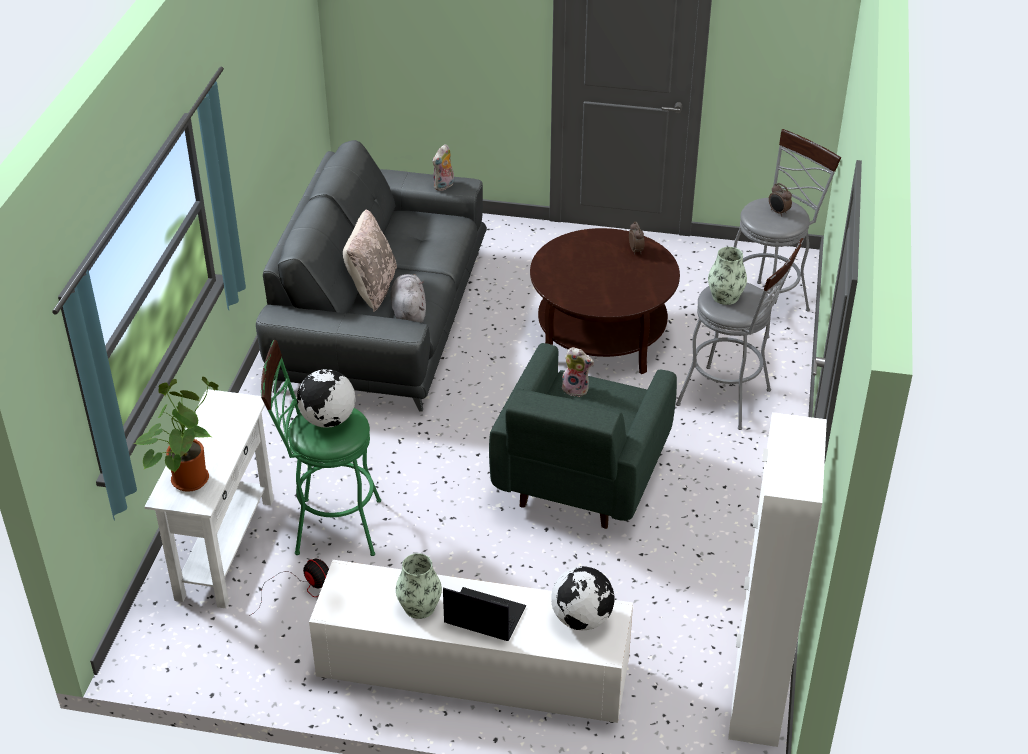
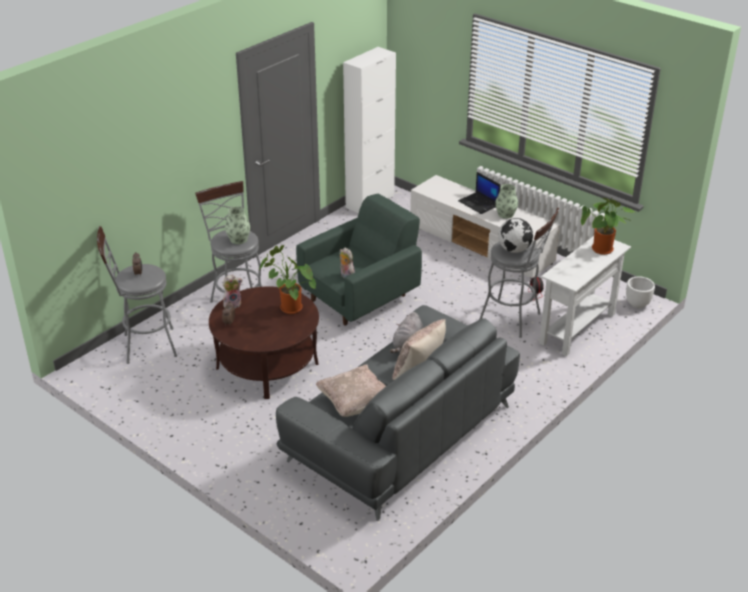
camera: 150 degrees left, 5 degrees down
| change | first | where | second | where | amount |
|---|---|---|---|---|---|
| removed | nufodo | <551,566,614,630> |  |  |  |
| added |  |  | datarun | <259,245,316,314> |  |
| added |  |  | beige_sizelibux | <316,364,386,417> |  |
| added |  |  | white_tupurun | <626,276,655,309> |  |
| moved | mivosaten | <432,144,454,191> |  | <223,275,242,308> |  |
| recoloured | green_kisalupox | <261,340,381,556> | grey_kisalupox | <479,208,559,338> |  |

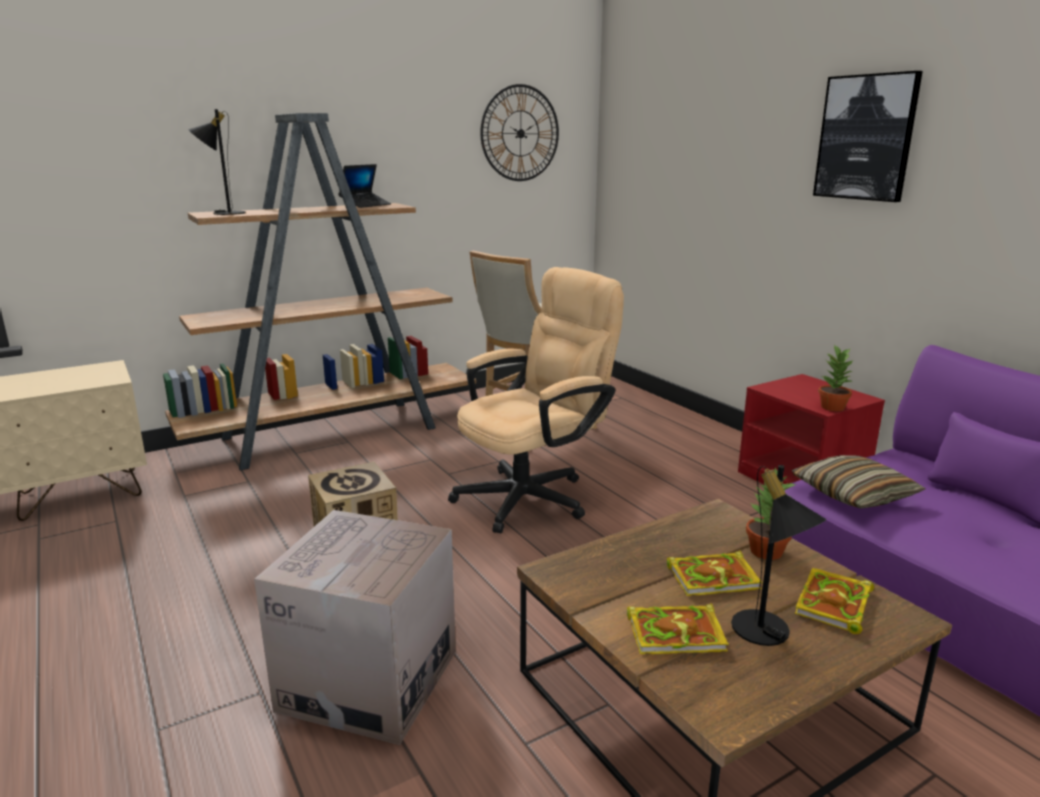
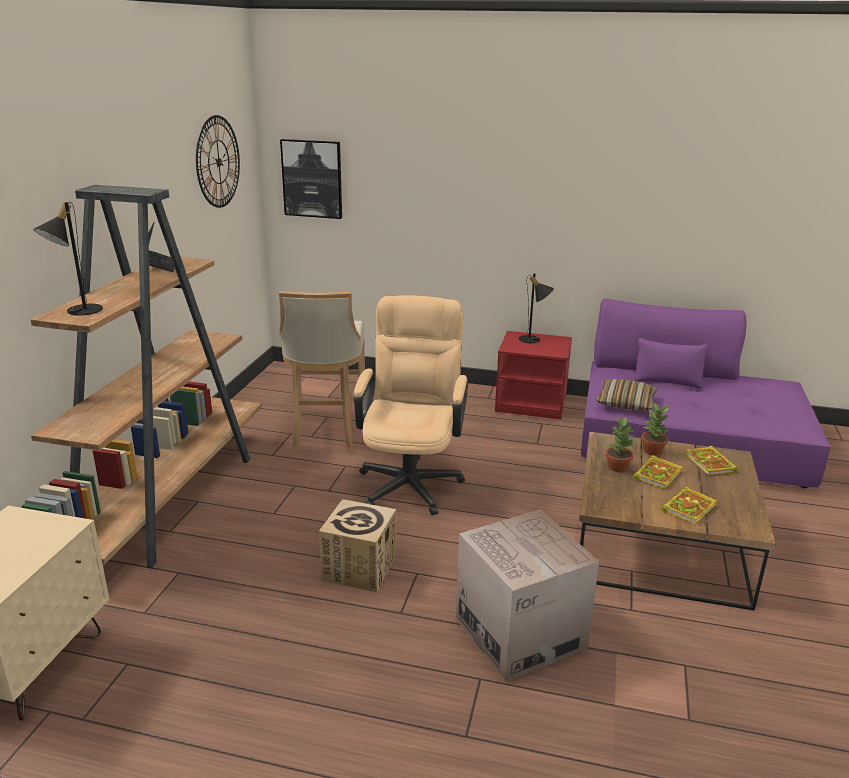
camera: 45 degrees left, 5 degrees up
| change | first | where | second | where | amount |
|---|---|---|---|---|---|
| moved | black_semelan | <731,465,827,646> |  | <519,273,554,343> |  |
| moved | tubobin | <813,71,923,202> |  | <280,139,342,219> |  |
| moved | datarun | <819,344,854,411> |  | <606,416,636,472> |  |

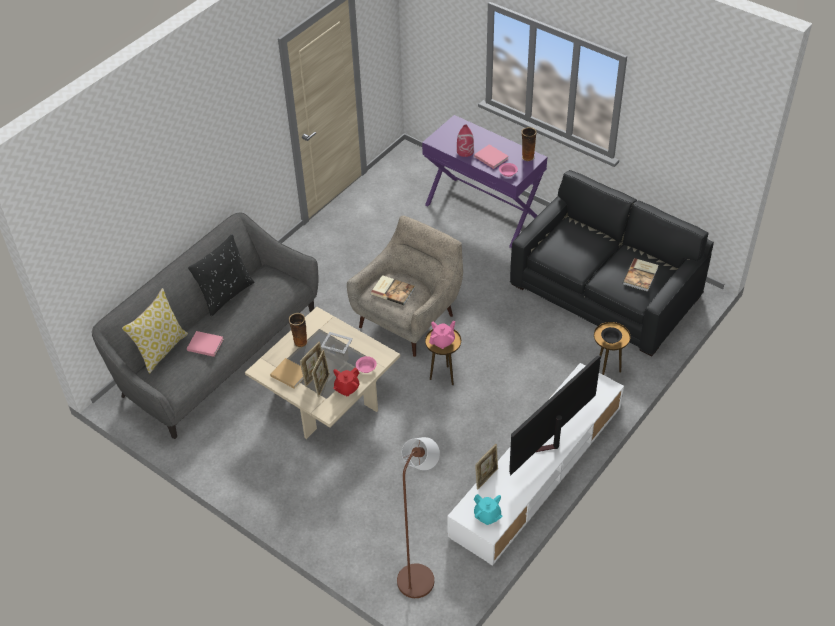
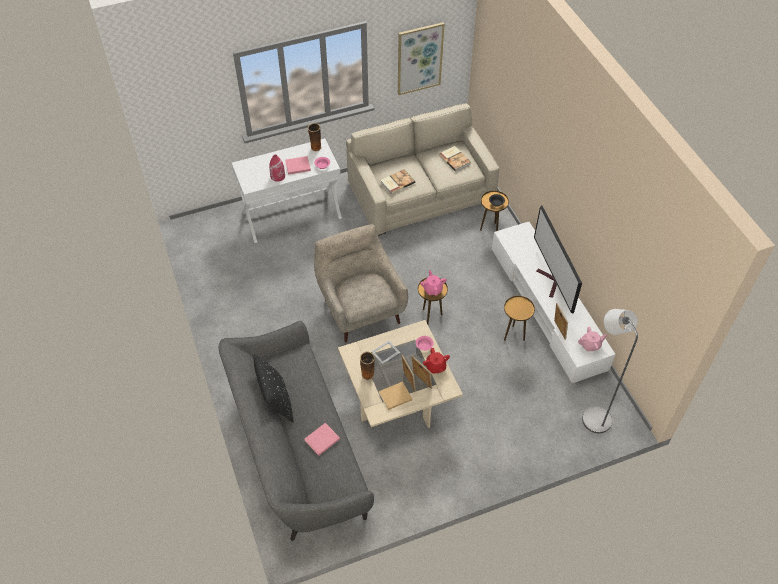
camera: 60 degrees left, 5 degrees up
| change | first | where | second | where | amount |
|---|---|---|---|---|---|
| removed | sizelibux | <122,288,188,373> |  |  |  |
| added |  |  | tubobin | <398,22,445,95> |  |
| added |  |  | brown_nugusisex | <504,296,535,341> |  |
| moved | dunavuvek | <371,275,415,305> |  | <381,169,415,194> |  |
| recoloured | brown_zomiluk | <397,437,440,598> | grey_zomiluk | <582,309,638,433> |  |
| recoloured | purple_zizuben | <422,115,547,248> | white_zizuben | <232,138,342,243> |  |
| recoloured | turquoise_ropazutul | <474,494,503,525> | pink_ropazutul | <578,327,607,351> |  |
| recoloured | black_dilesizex | <510,170,714,357> | beige_dilesizex | <346,103,500,235> |  |

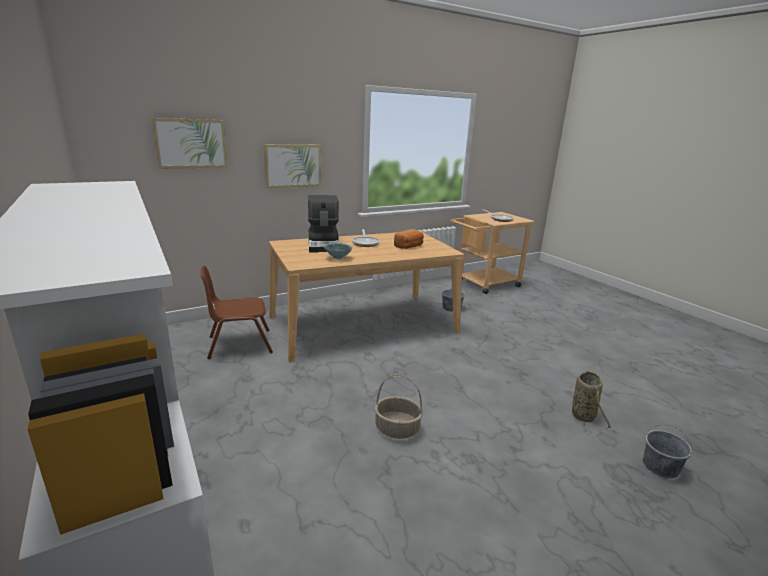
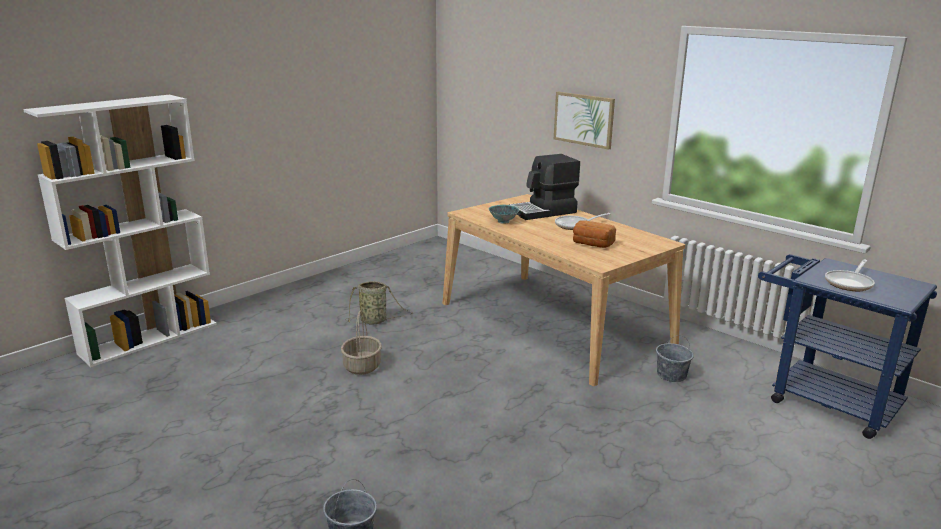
camera: 75 degrees right, 0 degrees up
| change | first | where | second | where | amount |
|---|---|---|---|---|---|
| removed | tubobin | <152,118,228,169> |  |  |  |
| removed | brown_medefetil | <201,266,273,359> |  |  |  |
| moved | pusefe | <569,371,611,432> |  | <345,281,413,324> |  |
| recoloured | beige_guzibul | <451,212,535,294> | blue_guzibul | <758,254,937,439> |  |

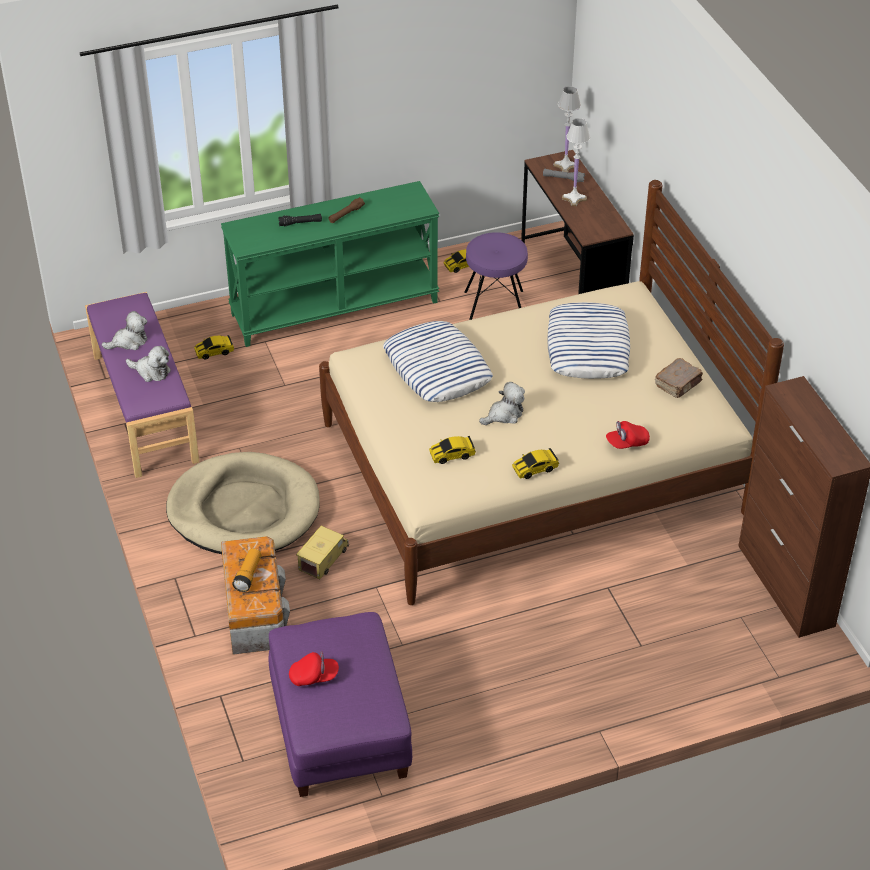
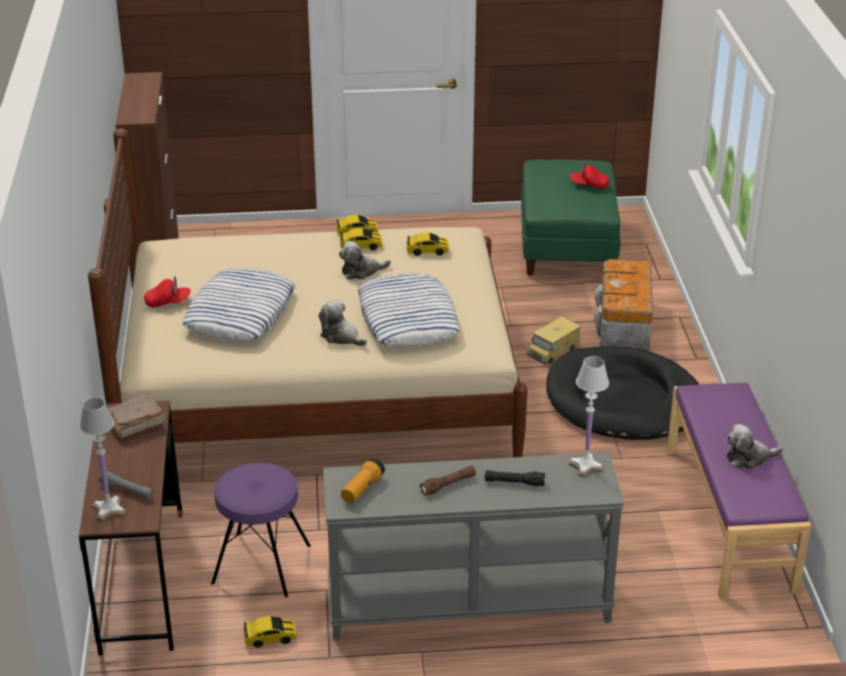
camera: 165 degrees left, 10 degrees down
| change | first | where | second | where | amount |
|---|---|---|---|---|---|
| moved | mivosaten | <126,346,171,382> |  | <319,300,367,346> |  |
| moved | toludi | <194,335,234,360> |  | <340,228,382,251> |  |
| moved | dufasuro | <232,548,261,592> |  | <341,457,385,503> |  |
| moved | white_semelan | <562,118,590,206> |  | <569,356,609,477> |  |
| moved | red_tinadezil | <606,421,650,449> |  | <144,276,190,308> |  |
| moved | brown_dunavuvek | <655,358,703,398> |  | <108,394,164,439> |  |
| recoloured | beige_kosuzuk | <166,452,320,554> | black_kosuzuk | <547,346,700,440> |  |
| recoloured | green_zizuben | <221,181,439,347> | grey_zizuben | <323,452,625,640> |  |
| recoloured | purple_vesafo | <269,612,412,797> | green_vesafo | <521,160,621,276> |  |

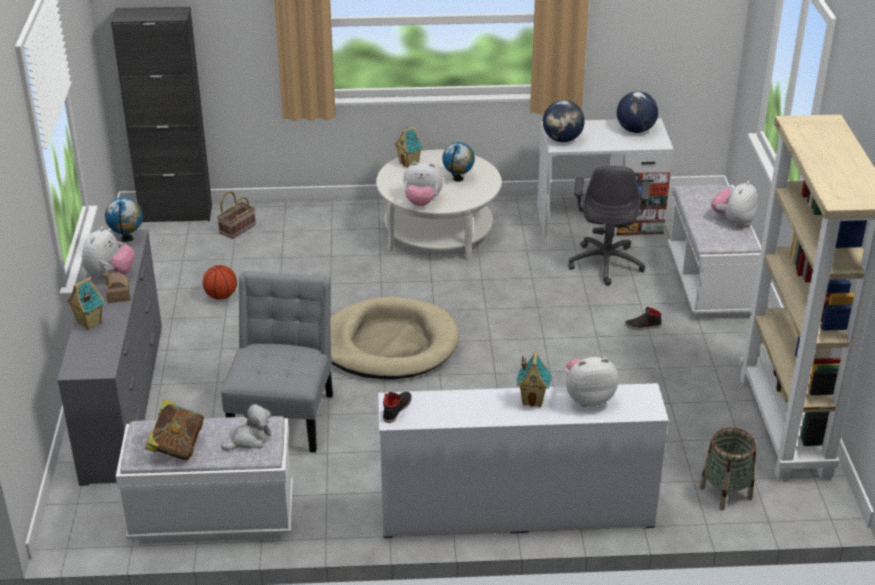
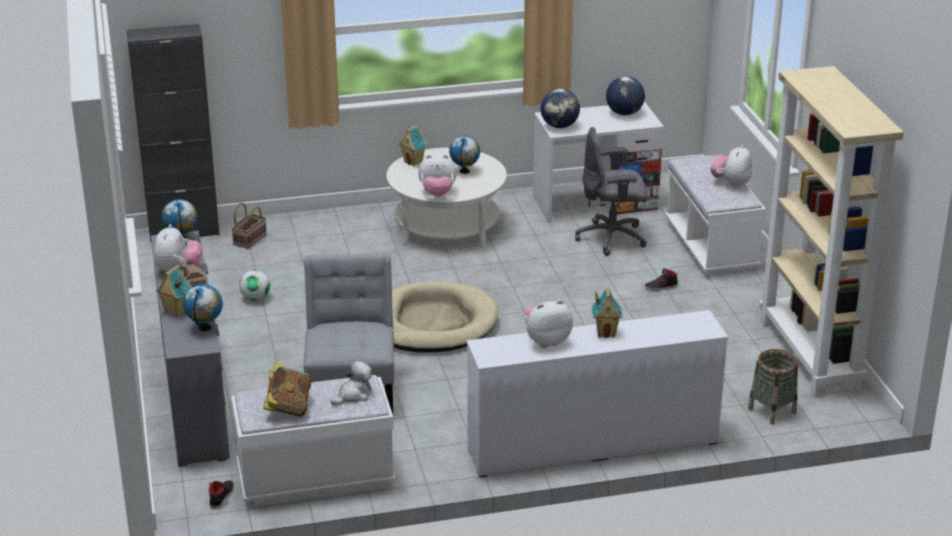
camera: 10 degrees left, 5 degrees down
| change | first | where | second | where | amount |
|---|---|---|---|---|---|
| added |  |  | nufodo | <183,284,223,331> |  |
| moved | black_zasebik | <383,392,412,423> |  | <209,480,234,509> |  |
| moved | mivosaten | <566,357,618,407> |  | <524,300,573,348> |  |
| replaced | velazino | <203,265,237,300> | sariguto | <239,270,270,301> |  |
| turned | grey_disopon | <568,165,651,286> |  | <575,127,647,256> | 90 degrees clockwise |

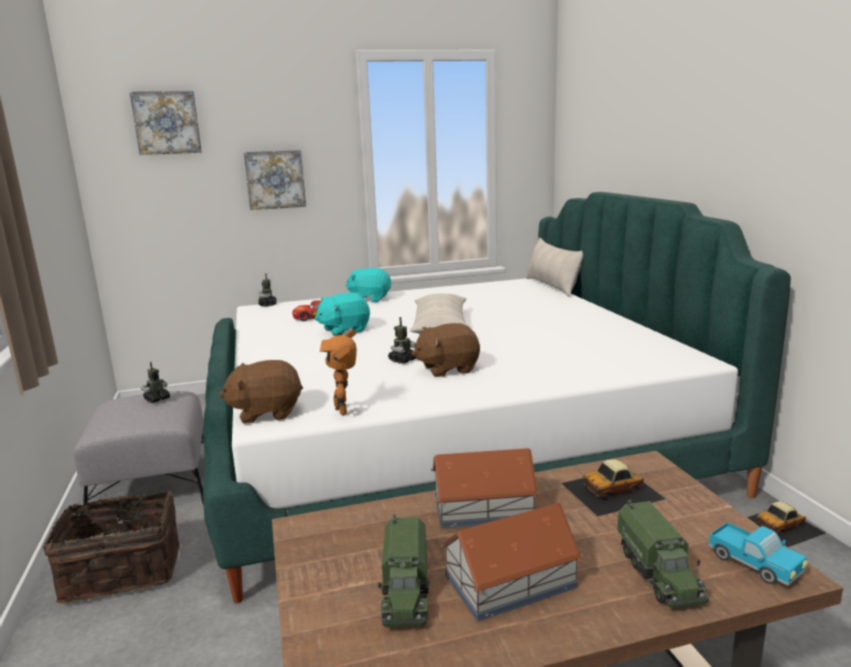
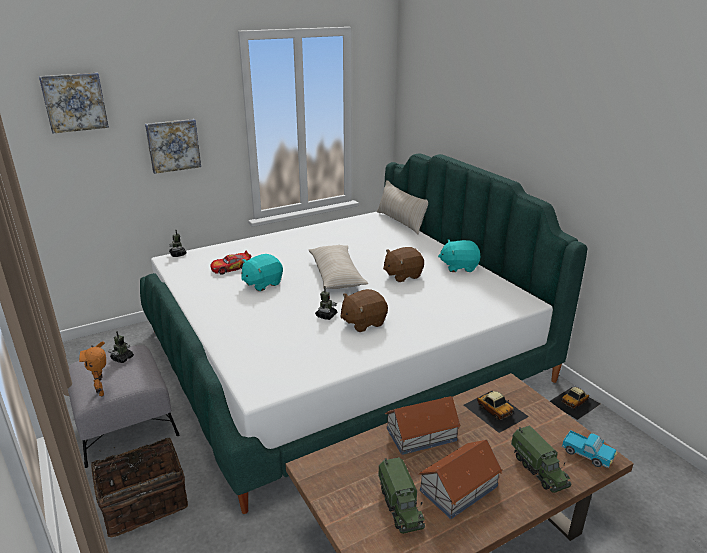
camera: 15 degrees left, 10 degrees up
| change | first | where | second | where | amount |
|---|---|---|---|---|---|
| moved | brown_mivosaten | <219,360,303,424> |  | <383,247,424,282> |  |
| moved | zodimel | <320,330,357,415> |  | <79,341,106,396> |  |
| moved | turquoise_mivosaten | <346,268,391,302> |  | <438,240,480,272> |  |
| turned | toludi | <561,459,666,516> |  | <464,391,529,433> | 90 degrees counterclockwise |

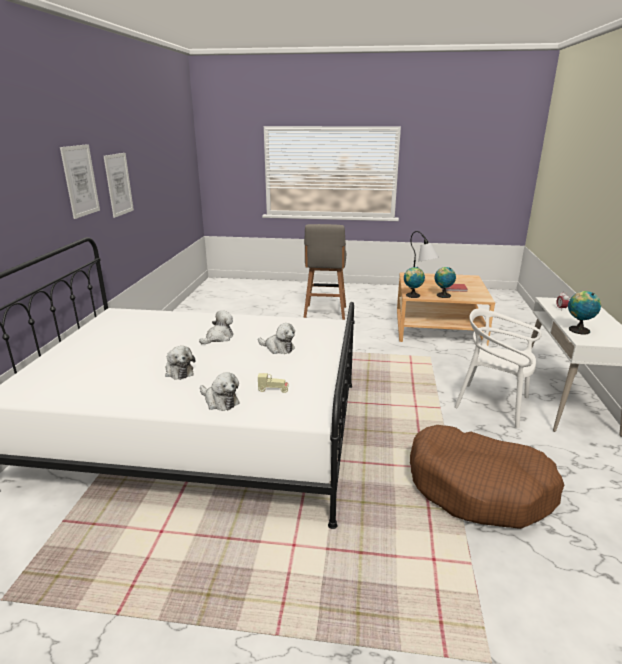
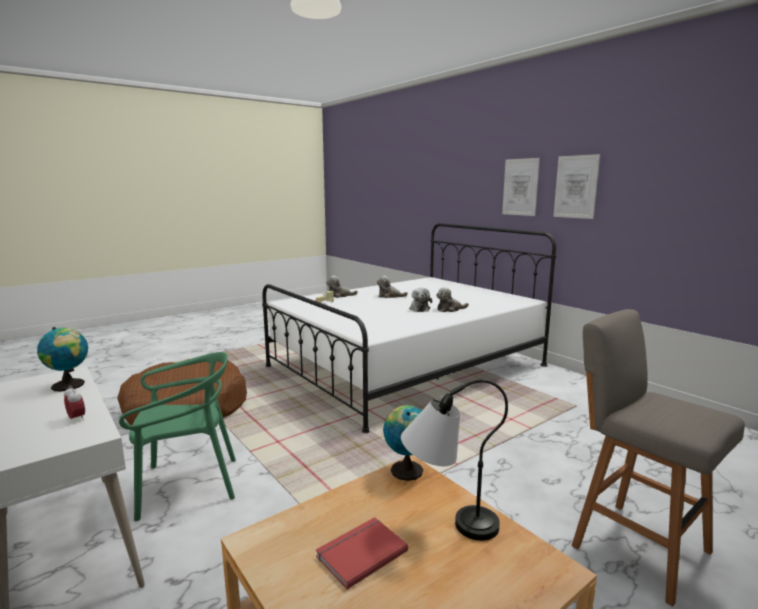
camera: 135 degrees right, 10 degrees down
| change | first | where | second | where | amount |
|---|---|---|---|---|---|
| removed | nufodo | <435,267,456,298> |  |  |  |
| moved | tubobin | <104,153,134,218> |  | <502,158,540,216> |  |
| moved | mivosaten | <258,323,295,354> |  | <436,287,469,312> |  |
| recoloured | white_medefetil | <455,309,542,428> | green_medefetil | <119,352,236,521> |  |

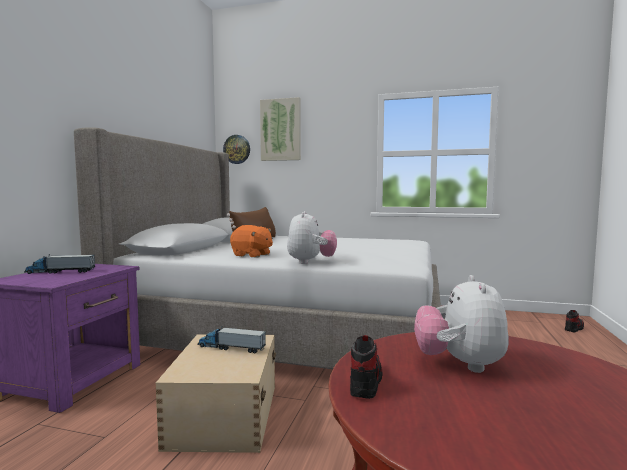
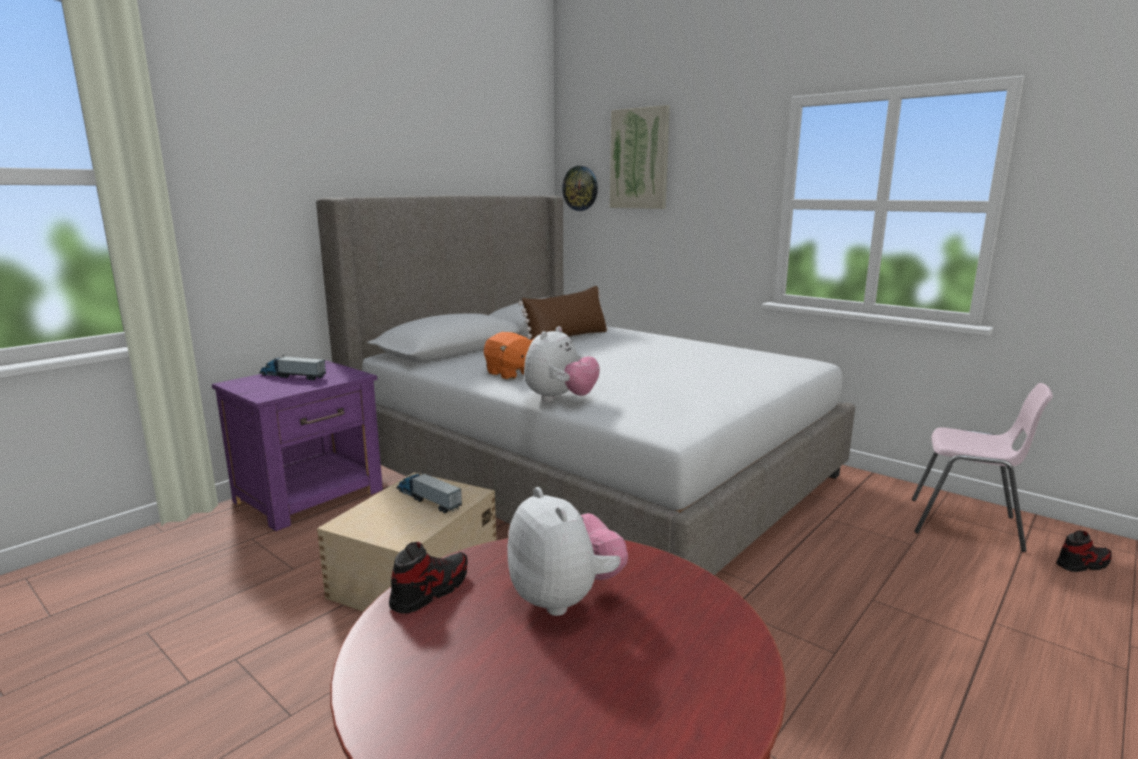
camera: 25 degrees right, 10 degrees up
| change | first | where | second | where | amount |
|---|---|---|---|---|---|
| added |  |  | pink_medefetil | <912,383,1053,552> |  |
| turned | mivosaten | <414,275,509,373> |  | <507,487,628,616> | 120 degrees clockwise |

